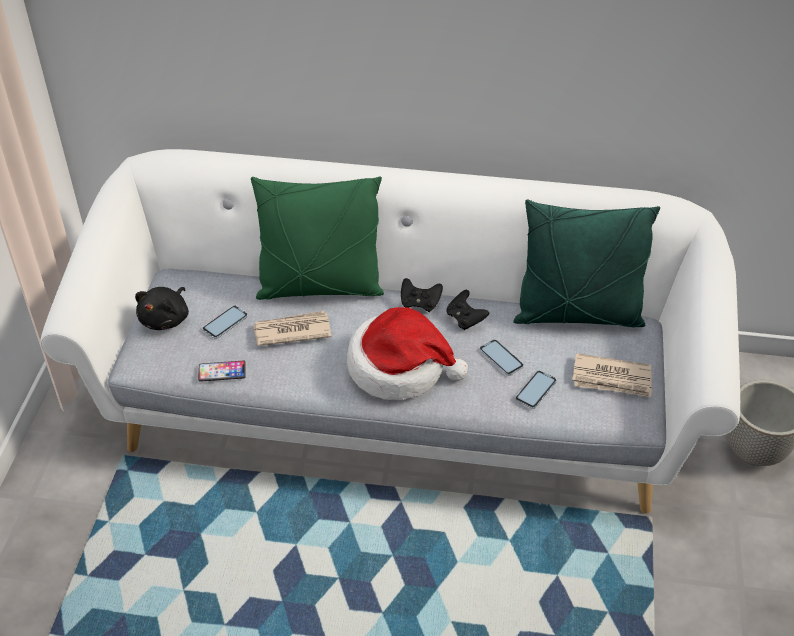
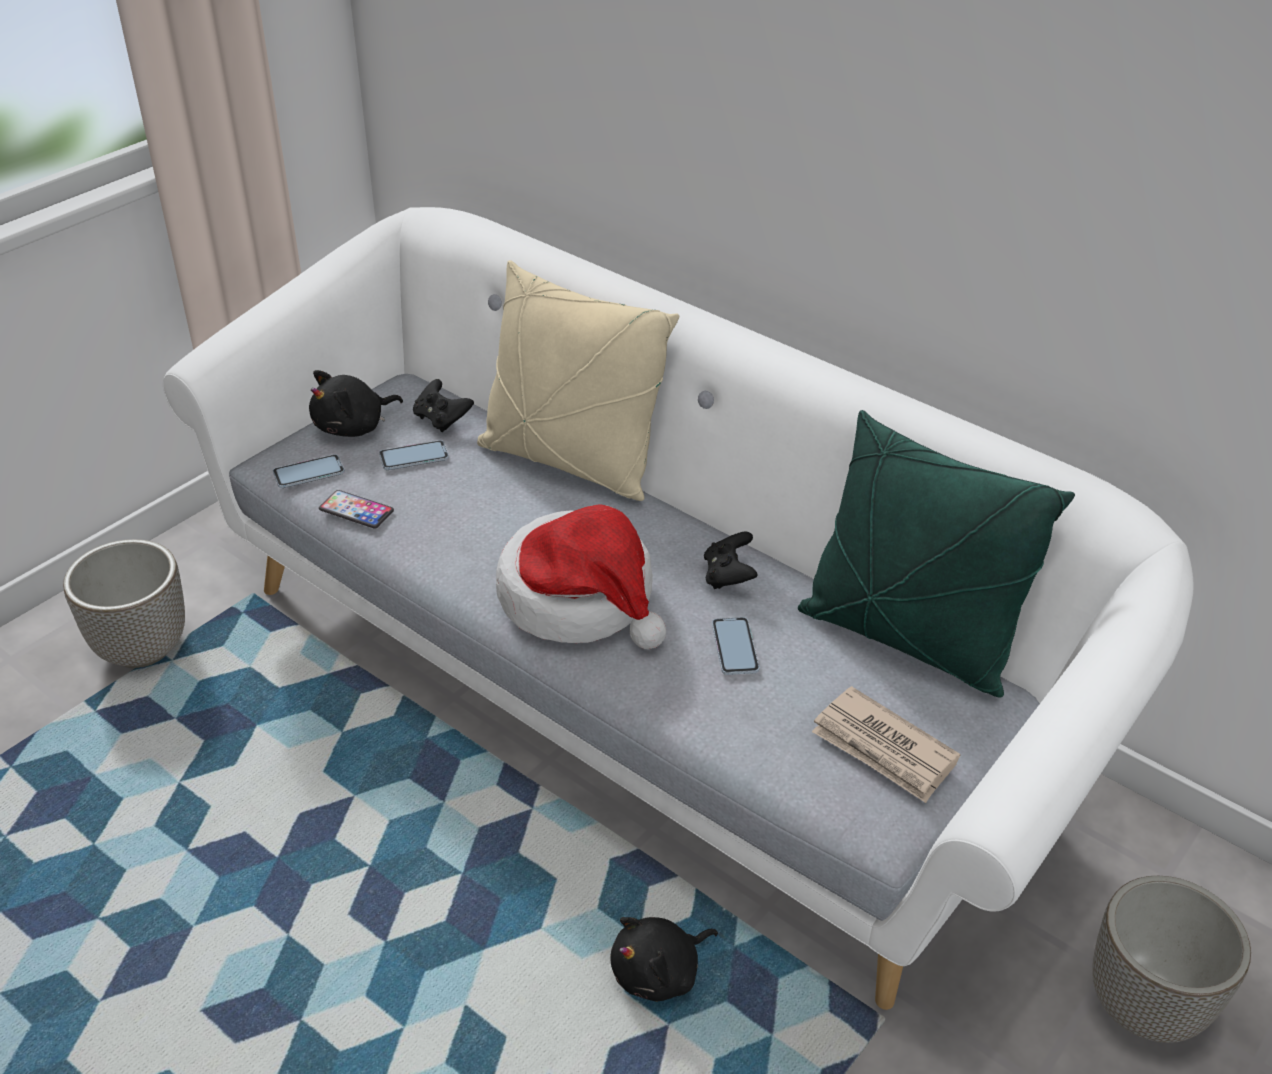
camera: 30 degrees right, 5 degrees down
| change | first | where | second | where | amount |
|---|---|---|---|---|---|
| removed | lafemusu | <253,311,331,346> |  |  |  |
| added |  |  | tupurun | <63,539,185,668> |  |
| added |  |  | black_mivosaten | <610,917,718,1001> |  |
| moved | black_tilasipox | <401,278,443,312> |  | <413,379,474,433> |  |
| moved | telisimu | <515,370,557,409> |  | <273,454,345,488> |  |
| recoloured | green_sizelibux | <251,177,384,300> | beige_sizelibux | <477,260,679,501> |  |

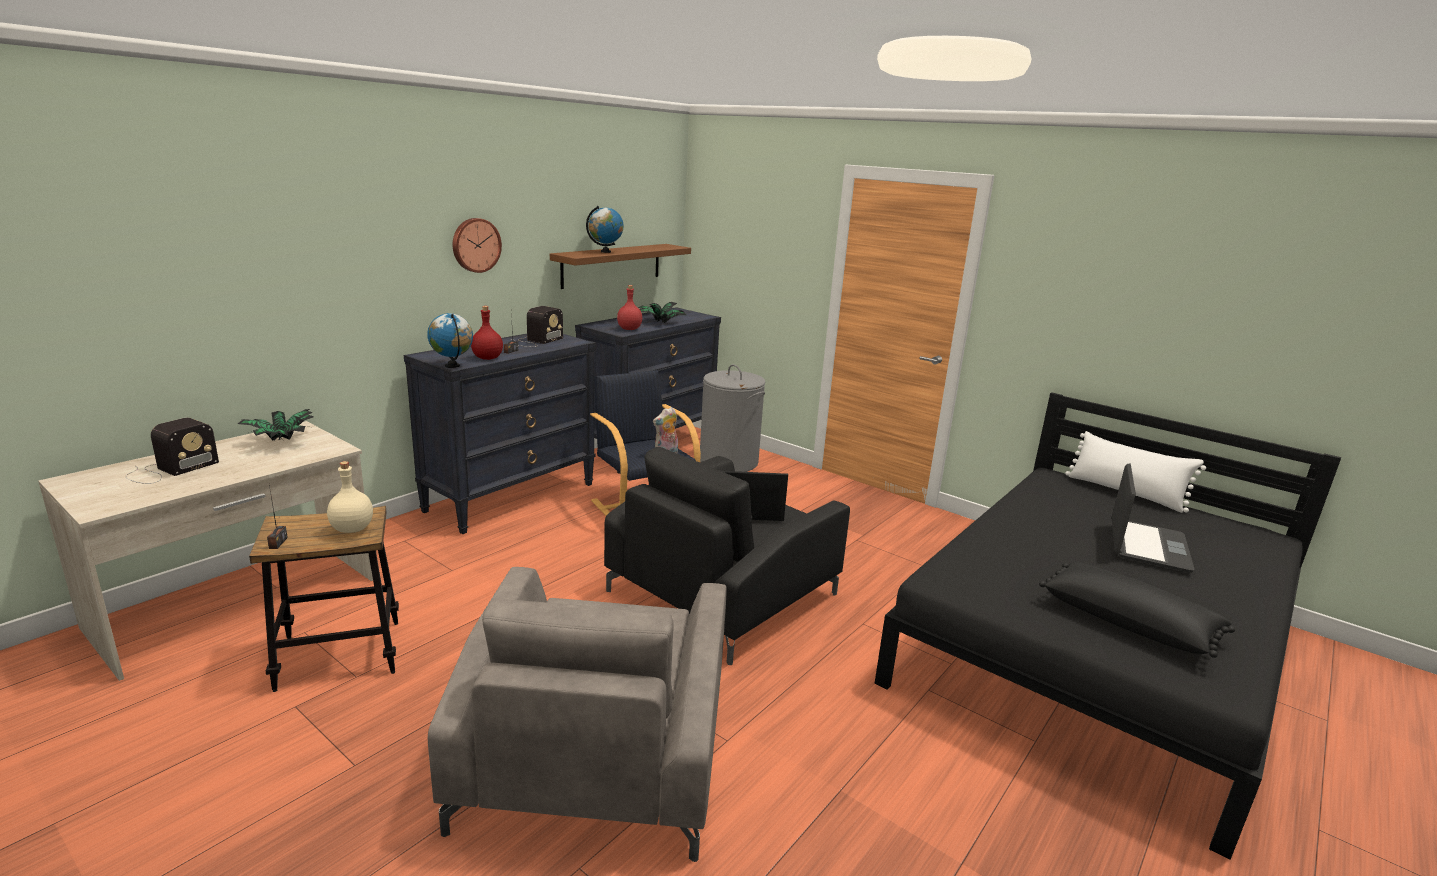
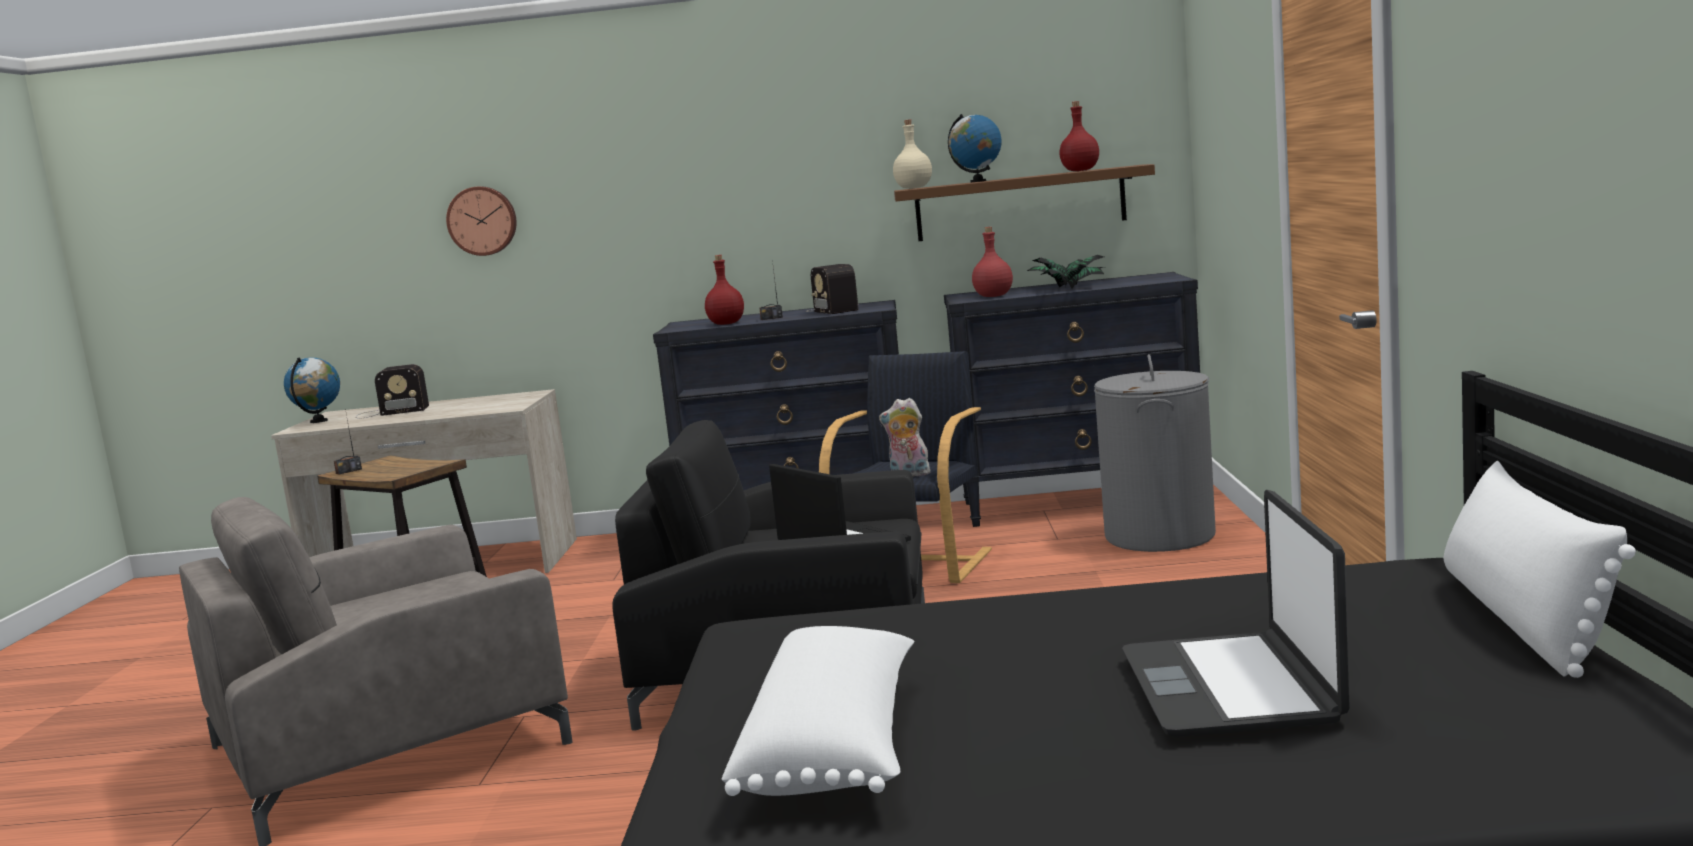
camera: 55 degrees right, 10 degrees down
| change | first | where | second | where | amount |
|---|---|---|---|---|---|
| removed | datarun | <238,409,314,441> |  |  |  |
| added |  |  | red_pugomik | <1060,101,1099,171> |  |
| moved | beige_pugomik | <327,461,373,533> |  | <893,119,932,189> |  |
| moved | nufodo | <427,313,473,368> |  | <284,357,340,423> |  |
| moved | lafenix | <453,218,502,273> |  | <446,186,517,256> |  |
| recoloured | black_sizelibux | <1039,562,1235,658> | white_sizelibux | <722,626,914,796> |  |
| turned | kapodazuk | <511,306,563,347> |  | <806,264,859,314> | 75 degrees clockwise |
| turned | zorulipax | <1112,464,1195,572> |  | <1122,490,1350,737> | 105 degrees clockwise |

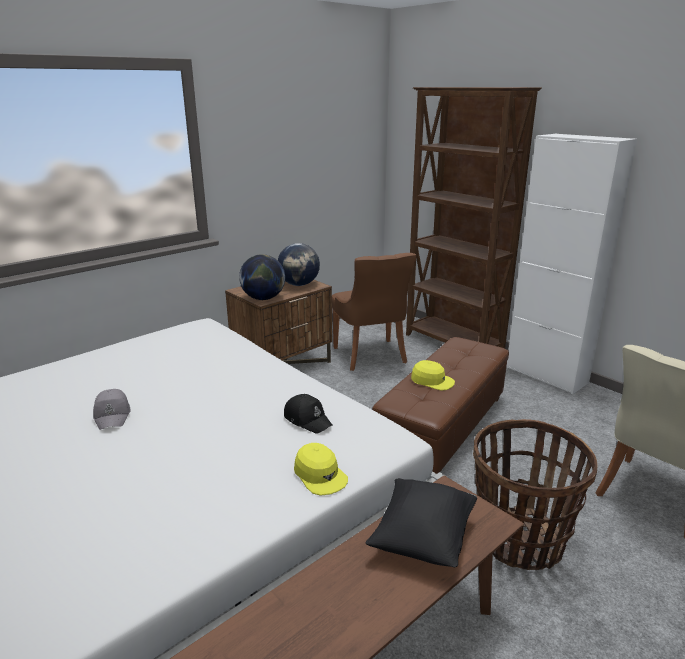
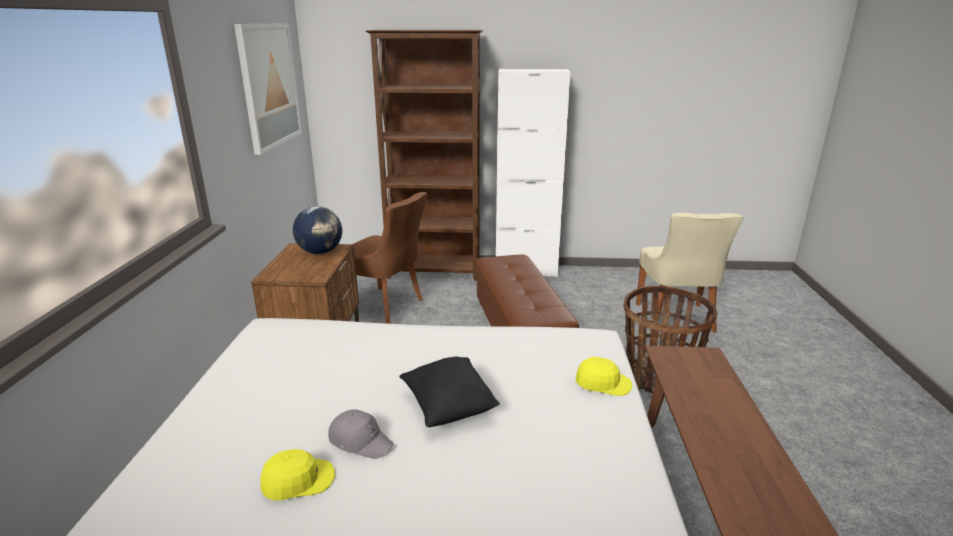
camera: 45 degrees left, 0 degrees up
| change | first | where | second | where | amount |
|---|---|---|---|---|---|
| removed | nufodo | <239,254,285,300> |  |  |  |
| removed | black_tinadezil | <284,394,332,434> |  |  |  |
| added |  |  | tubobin | <234,23,302,155> |  |
| moved | black_sizelibux | <366,478,477,567> |  | <399,356,500,427> |  |
| moved | yellow_tinadezil | <411,360,455,391> |  | <260,449,335,501> |  |

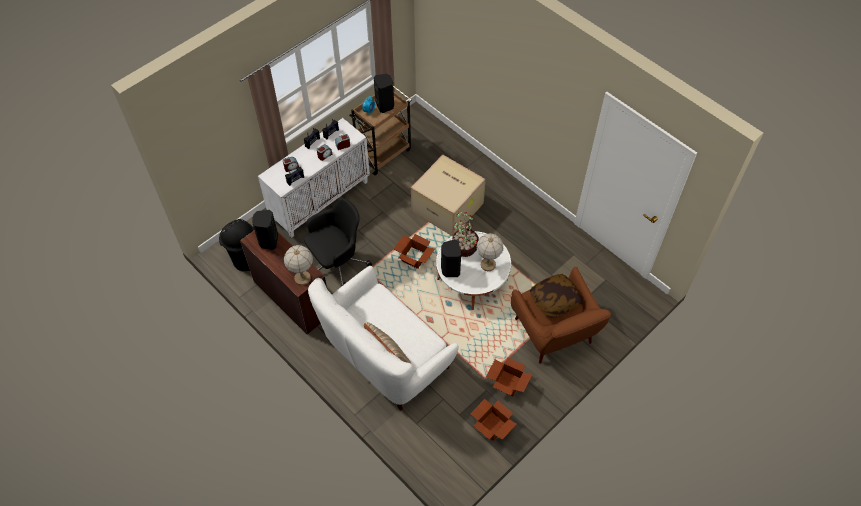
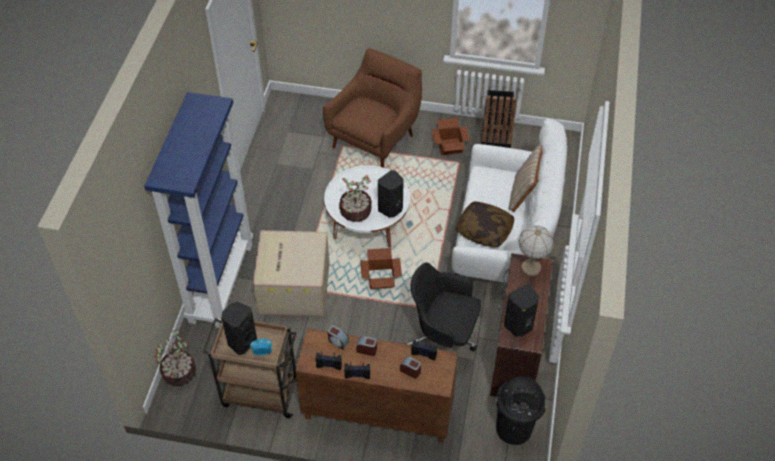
camera: 125 degrees left, 5 degrees down
| change | first | where | second | where | amount |
|---|---|---|---|---|---|
| removed | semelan | <477,234,503,271> |  |  |  |
| added |  |  | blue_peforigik | <144,92,253,328> |  |
| added |  |  | datarun | <154,329,196,386> |  |
| moved | sizelibux | <530,274,583,318> |  | <457,201,514,247> |  |
| replaced | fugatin | <470,399,517,441> | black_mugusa | <481,90,517,148> |  |
| recoloured | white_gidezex | <258,118,370,238> | brown_gidezex | <295,328,458,443> |  |

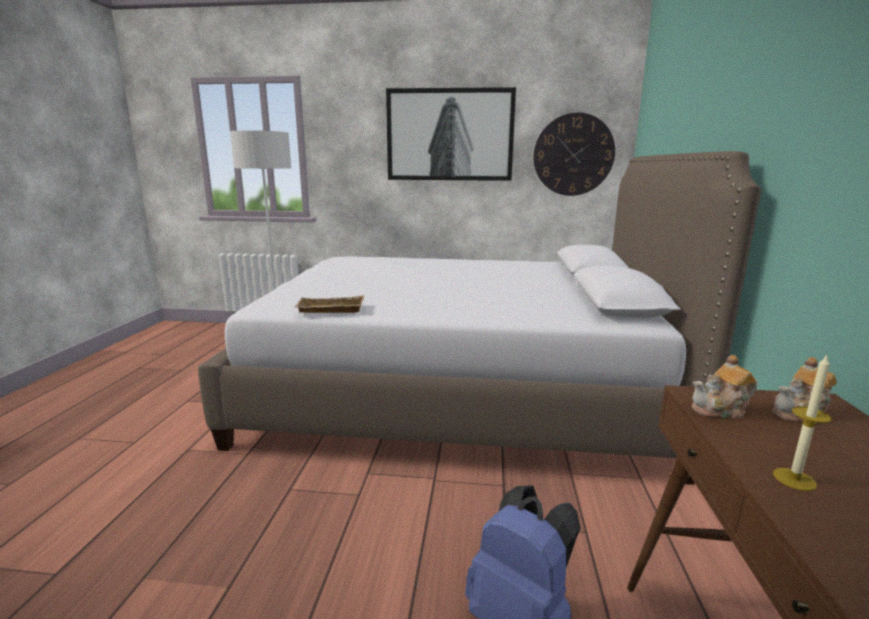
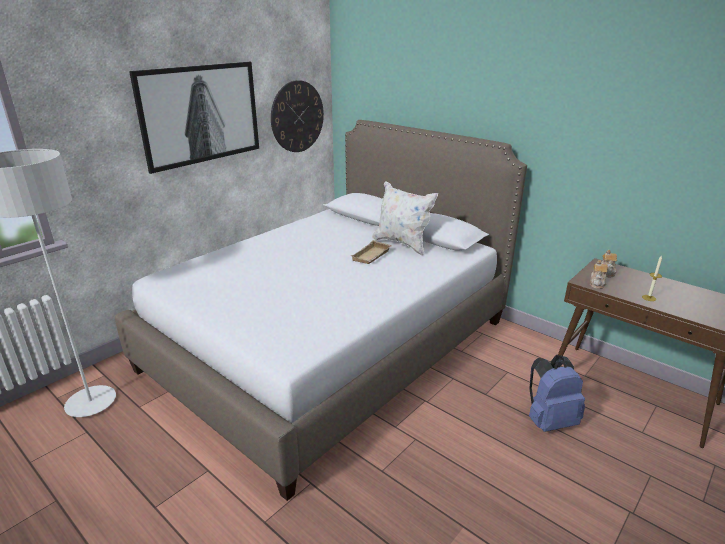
camera: 55 degrees left, 10 degrees up
| change | first | where | second | where | amount |
|---|---|---|---|---|---|
| added |  |  | white_sizelibux | <372,182,438,256> |  |
| moved | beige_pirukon | <294,295,364,313> |  | <351,240,392,264> |  |

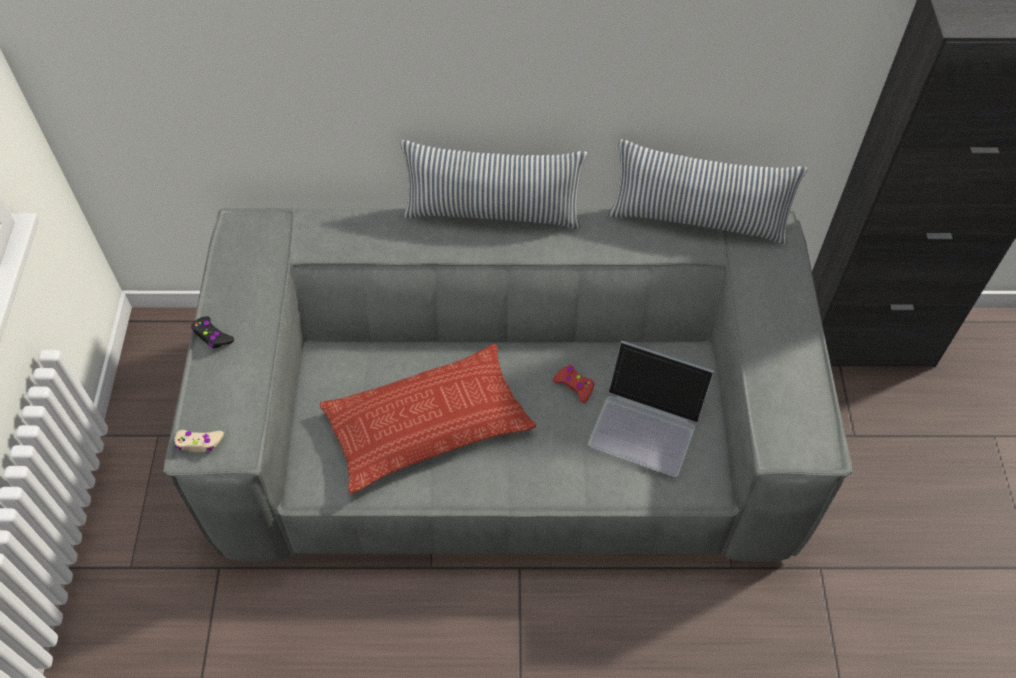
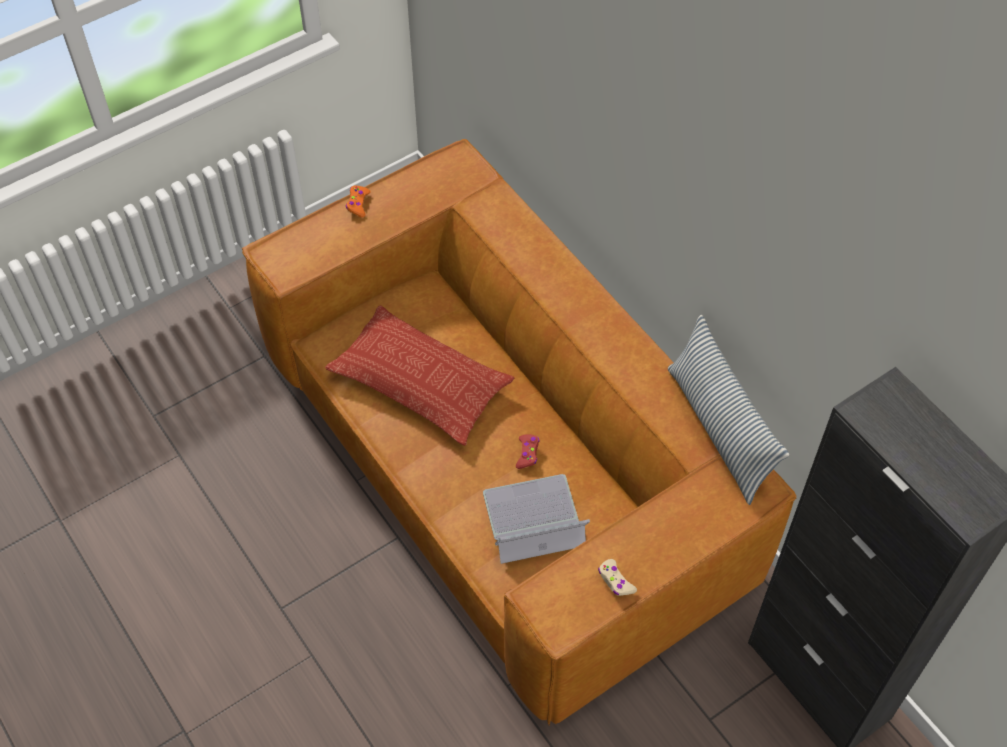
camera: 55 degrees right, 0 degrees up
| change | first | where | second | where | amount |
|---|---|---|---|---|---|
| removed | sizelibux | <401,140,587,229> |  |  |  |
| moved | beige_tilasipox | <175,430,224,452> |  | <598,559,637,596> |  |
| recoloured | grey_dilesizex | <163,208,853,562> | brown_dilesizex | <242,139,797,725> |  |
| recoloured | black_tilasipox | <191,316,234,348> | orange_tilasipox | <346,186,371,218> |  |
| turned | zorulipax | <588,341,714,477> |  | <483,474,590,564> | 90 degrees clockwise |

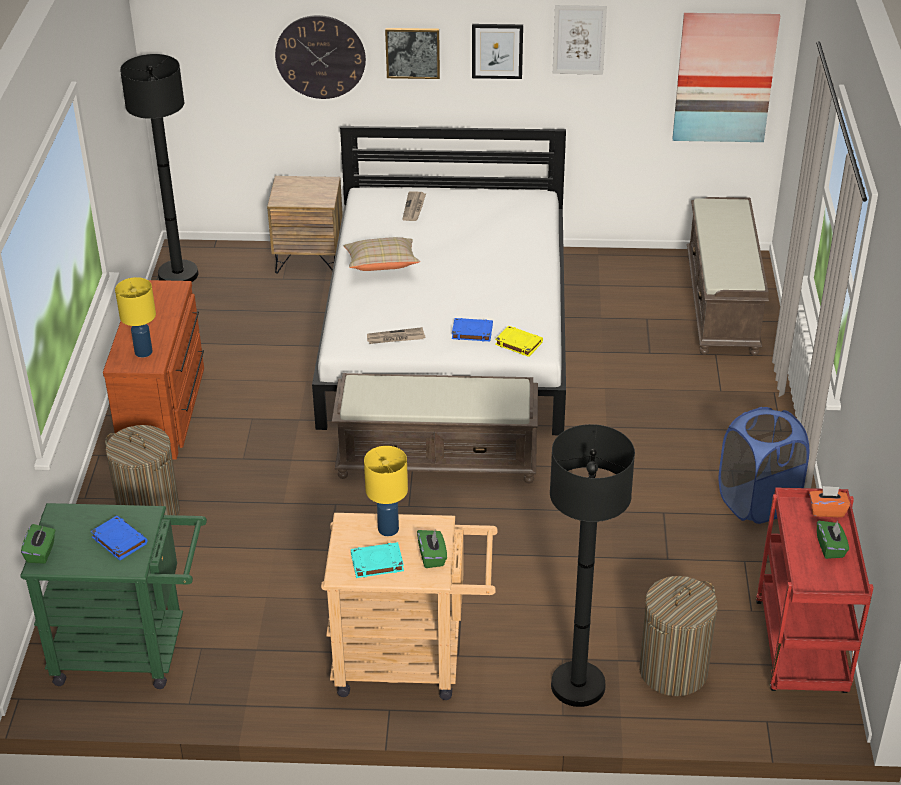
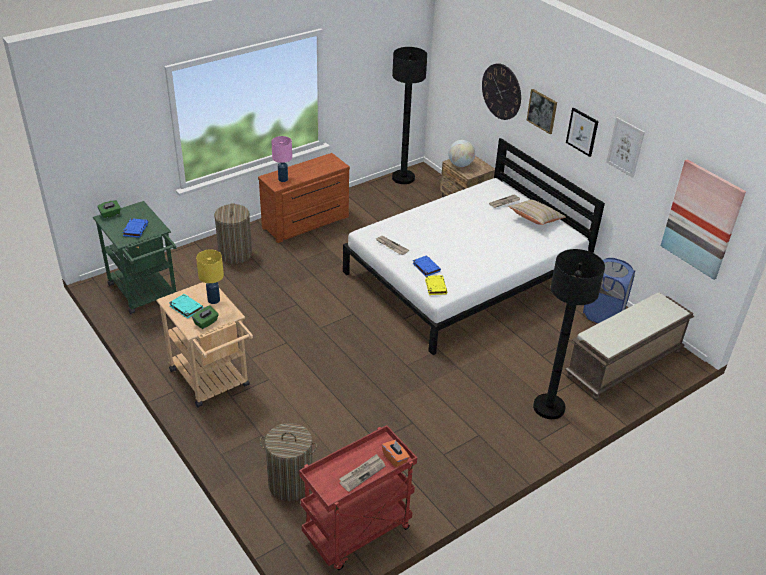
camera: 50 degrees right, 0 degrees up
| change | first | where | second | where | amount |
|---|---|---|---|---|---|
| removed | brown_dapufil | <332,373,538,483> |  |  |  |
| added |  |  | nufodo | <448,140,475,167> |  |
| moved | beige_sizelibux | <344,237,420,271> |  | <508,200,566,225> |  |
| moved | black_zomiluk | <550,424,635,707> |  | <533,249,605,419> |  |
| moved | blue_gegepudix | <719,407,809,524> |  | <583,258,635,323> |  |
| replaced | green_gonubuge | <817,520,849,559> | lafemusu | <339,454,385,492> |  |
| recoloured | yellow_semelan | <115,277,156,357> | pink_semelan | <271,136,292,182> |  |

